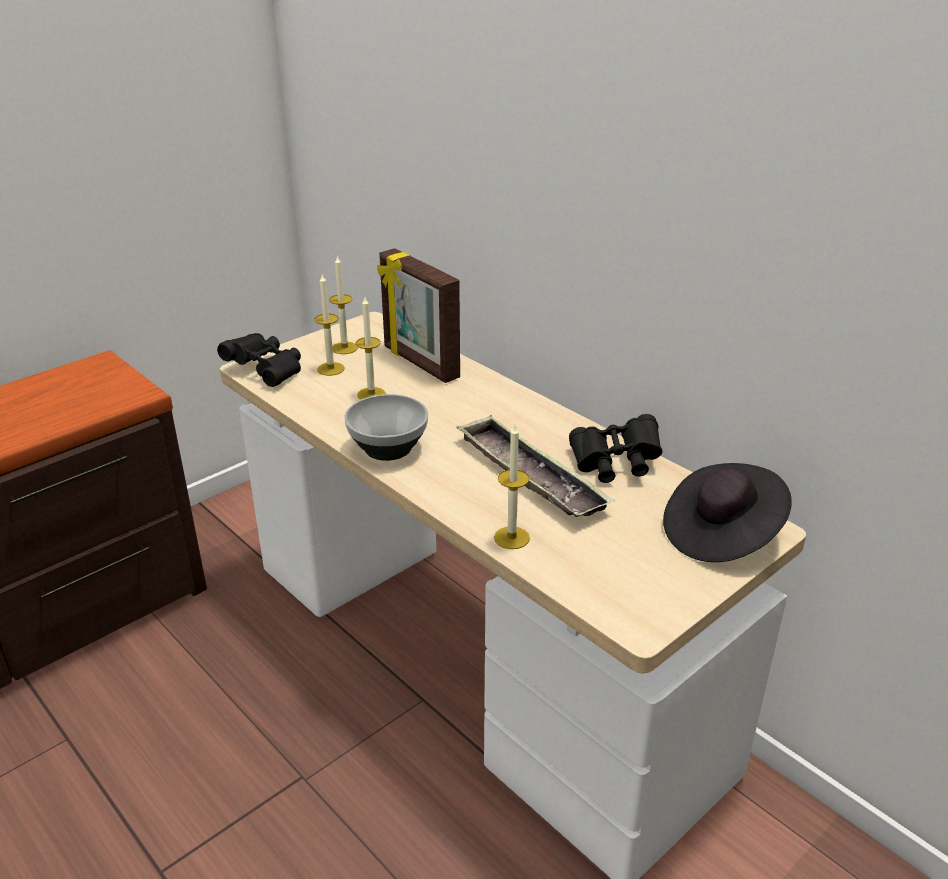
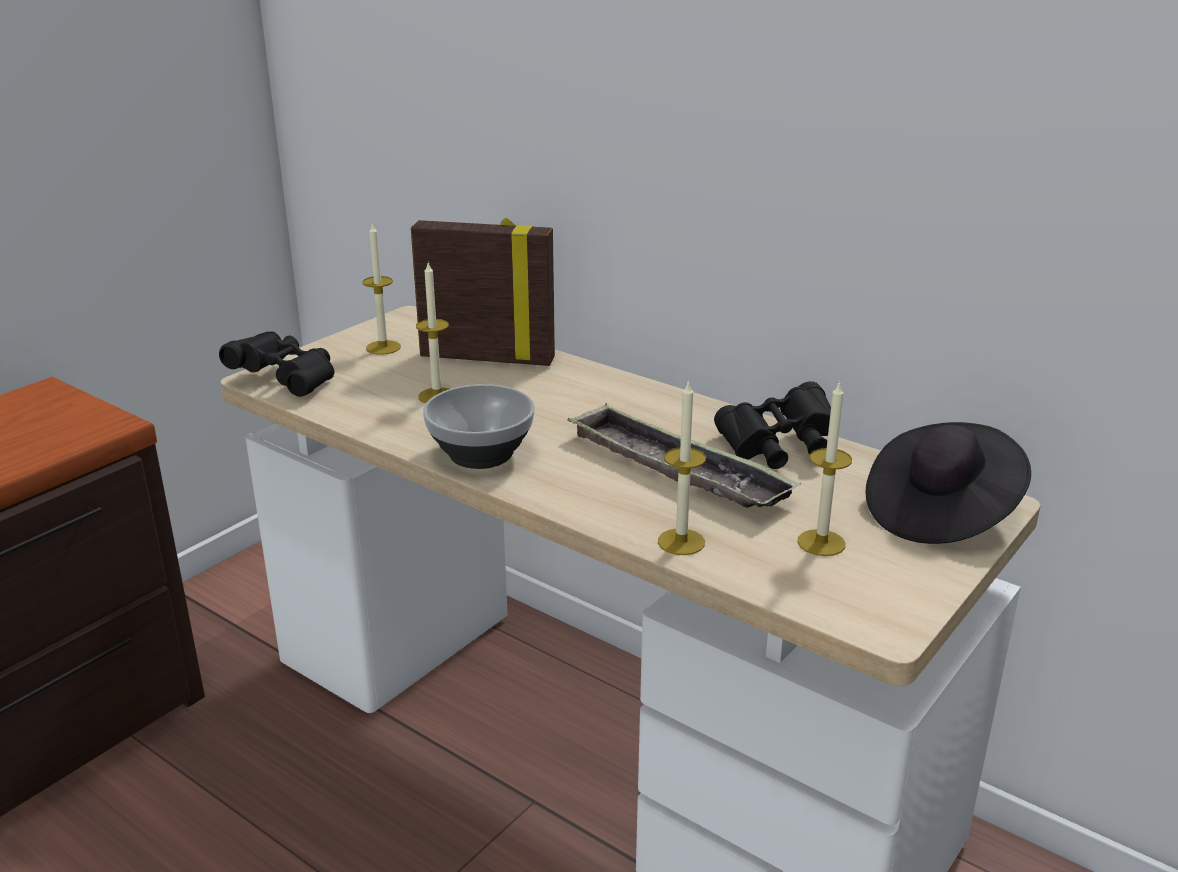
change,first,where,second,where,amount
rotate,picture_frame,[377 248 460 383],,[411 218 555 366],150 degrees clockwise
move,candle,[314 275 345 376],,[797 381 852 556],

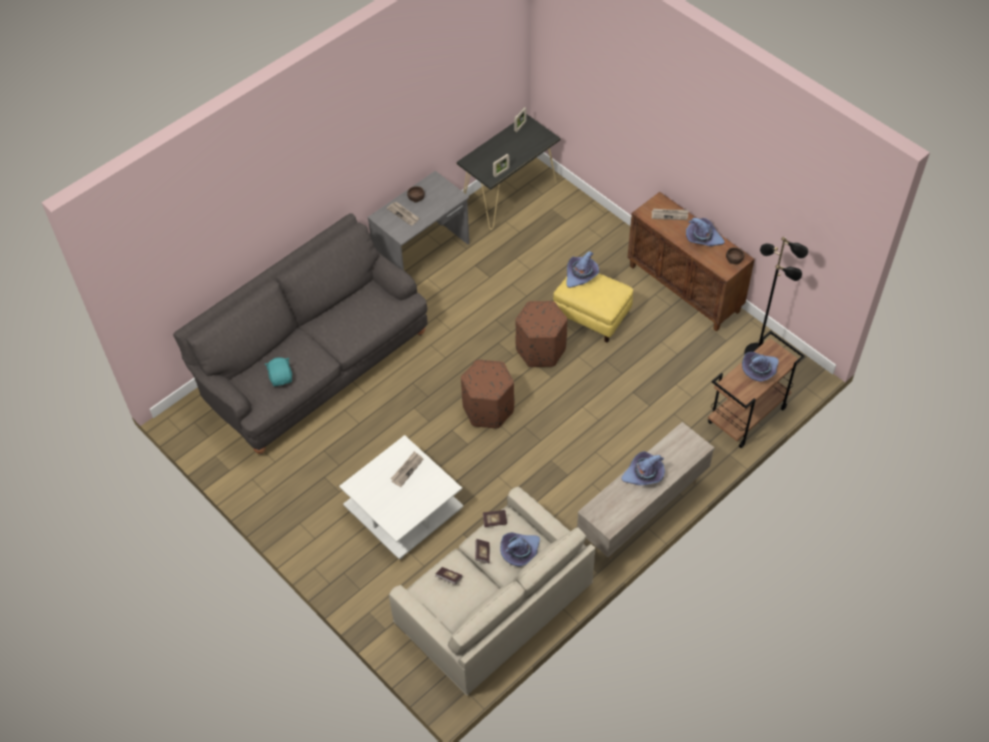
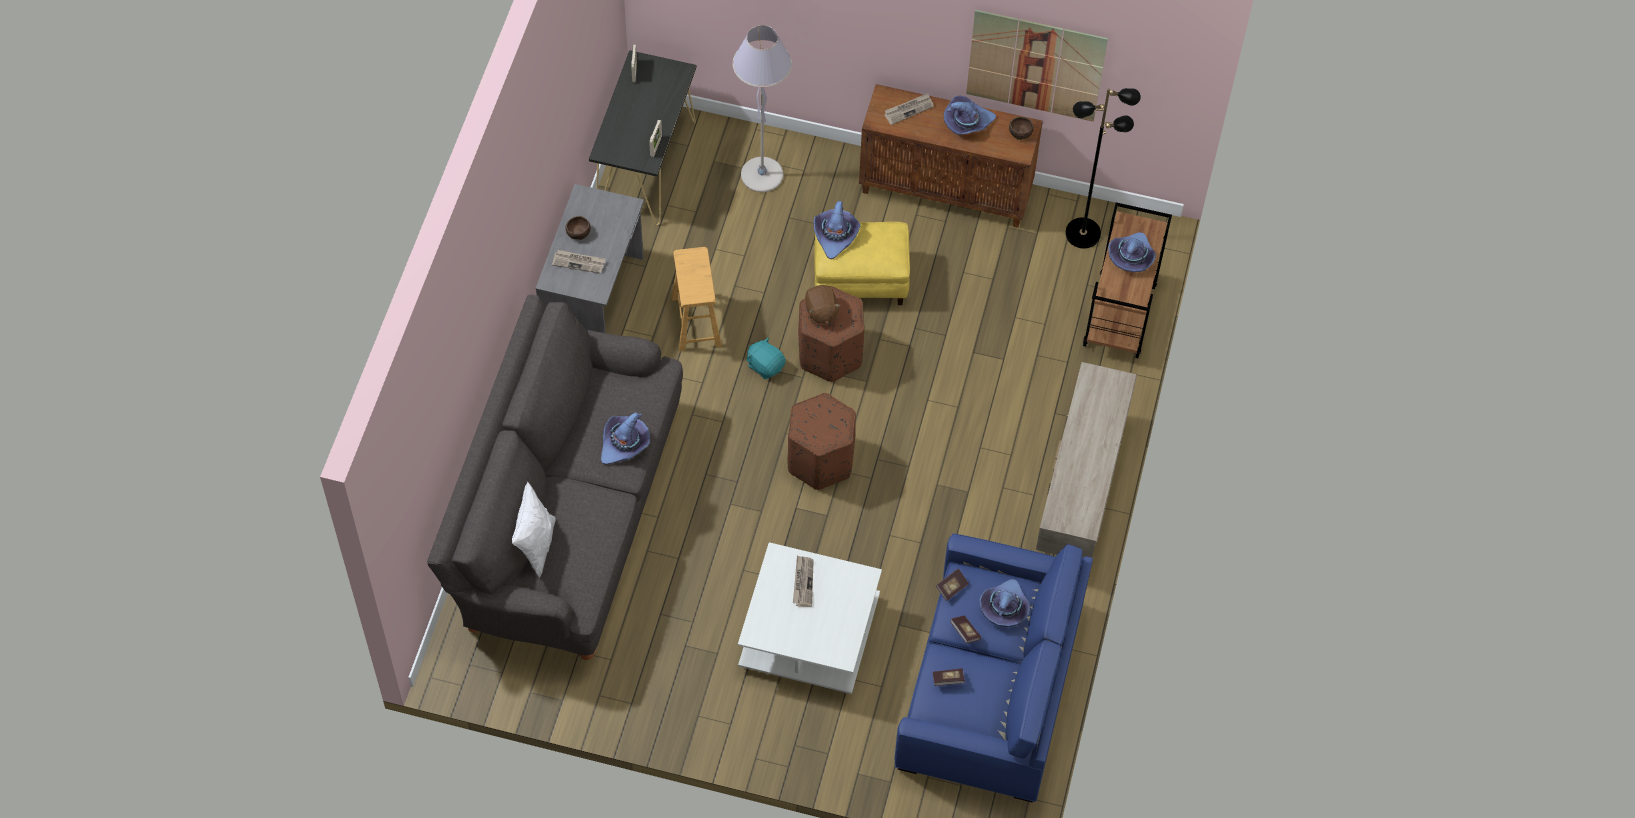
change,first,where,second,where,amount
insert,,,white_pillow,[512 482 556 577],
move,purple_hat,[622 451 665 485],,[601 412 650 465],
insert,,,brown_stool,[671 247 722 351],
insert,,,grey_floor_lamp,[733 25 792 192],
move,turquoise_plush_toy,[265 357 292 386],,[746 337 786 379],
insert,,,brown_plush_toy,[805 285 841 324],
recolor,beige_sofa,[389 486 595 695],blue_sofa,[895 534 1093 802],
insert,,,picture,[966 10 1108 122],

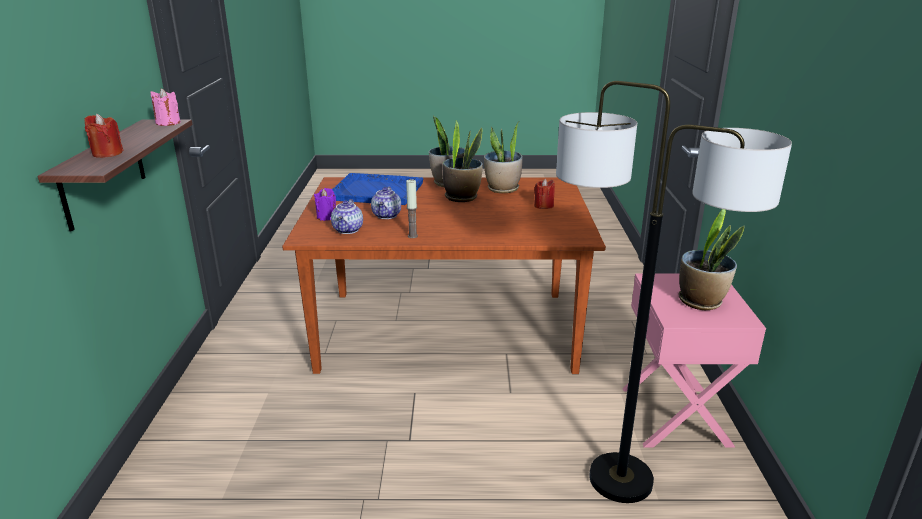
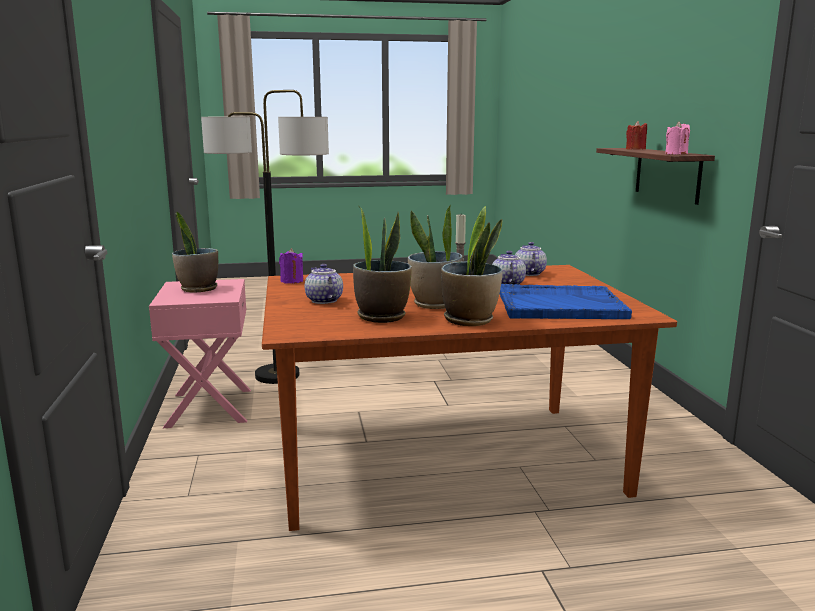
change,first,where,second,where,amount
move,purple_candle,[314 188 336 221],,[279 248 303 284],
replace,red_candle,[534 178 555 209],teapot,[305 264 343 304],

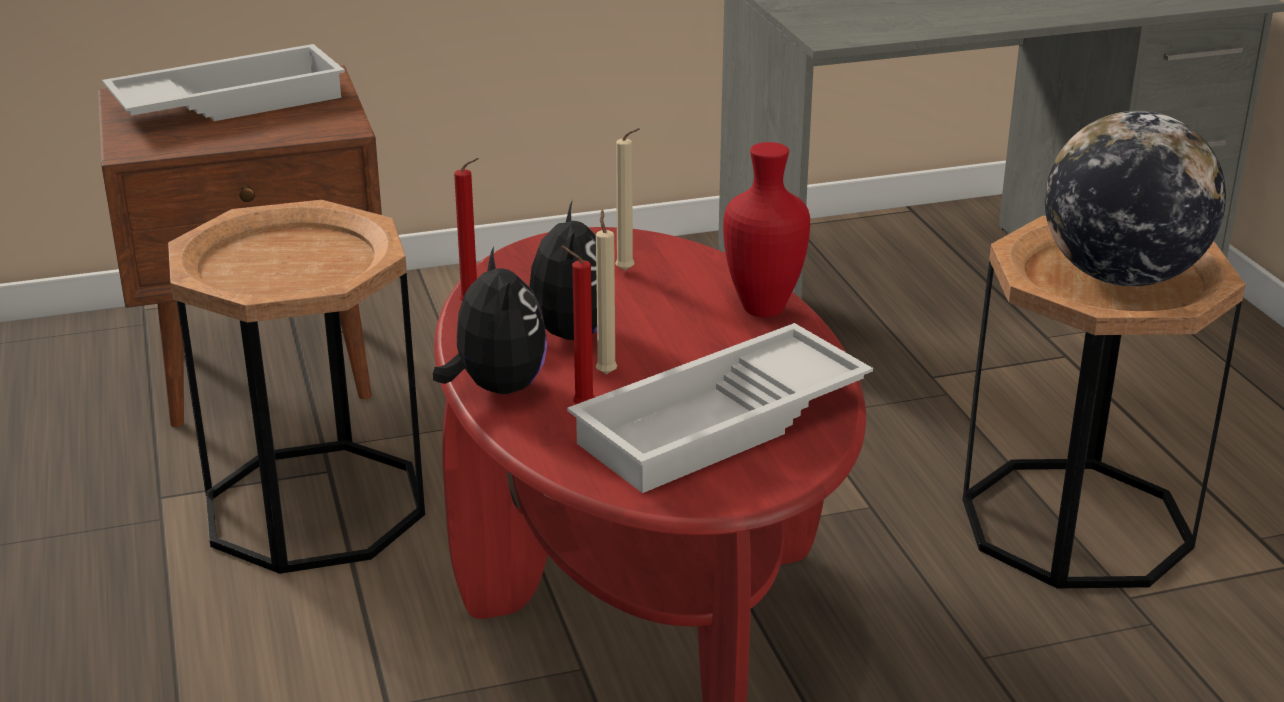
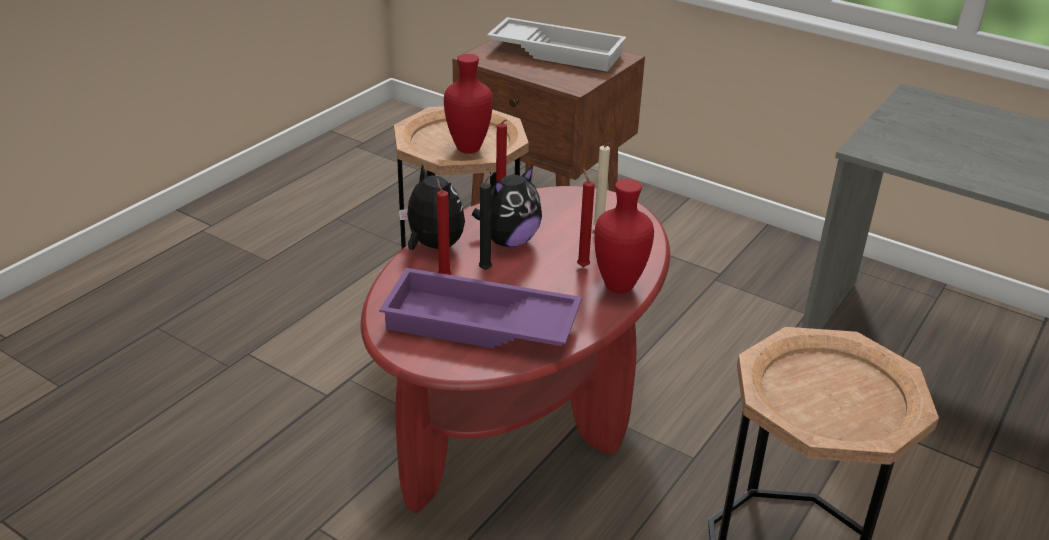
change,first,where,second,where,amount
recolor,white_tray,[567 323 873 493],purple_tray,[379 268 582 349],
rotate,plush_toy,[433 246 547 394],,[399 164 465 250],75 degrees counterclockwise
insert,,,red_vase,[444 54 493 154],
recolor,beige_candle,[596 210 617 374],black_candle,[479 172 494 270],
insert,,,red_candle,[577 169 595 267],
delete,globe,[1045 111 1226 286],,,

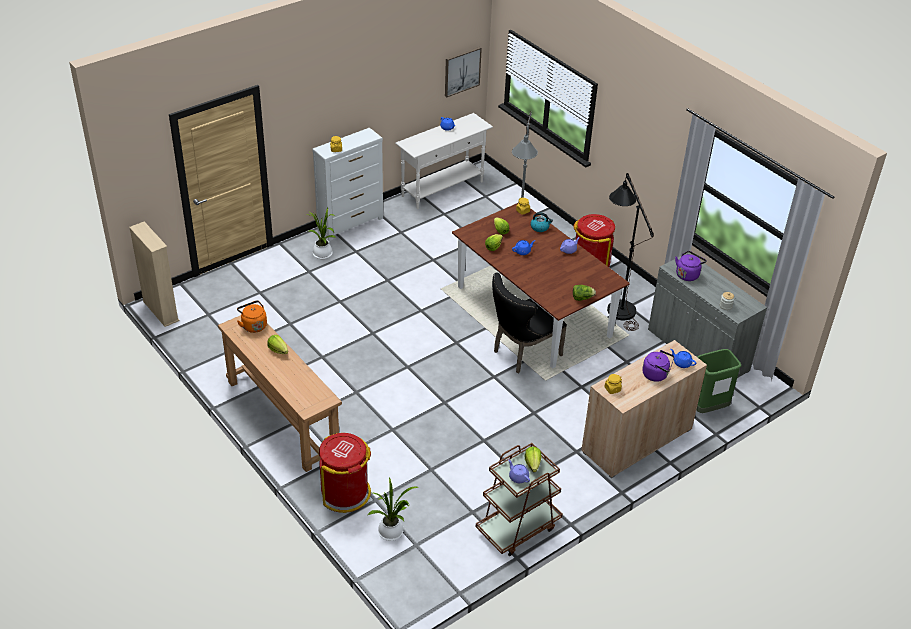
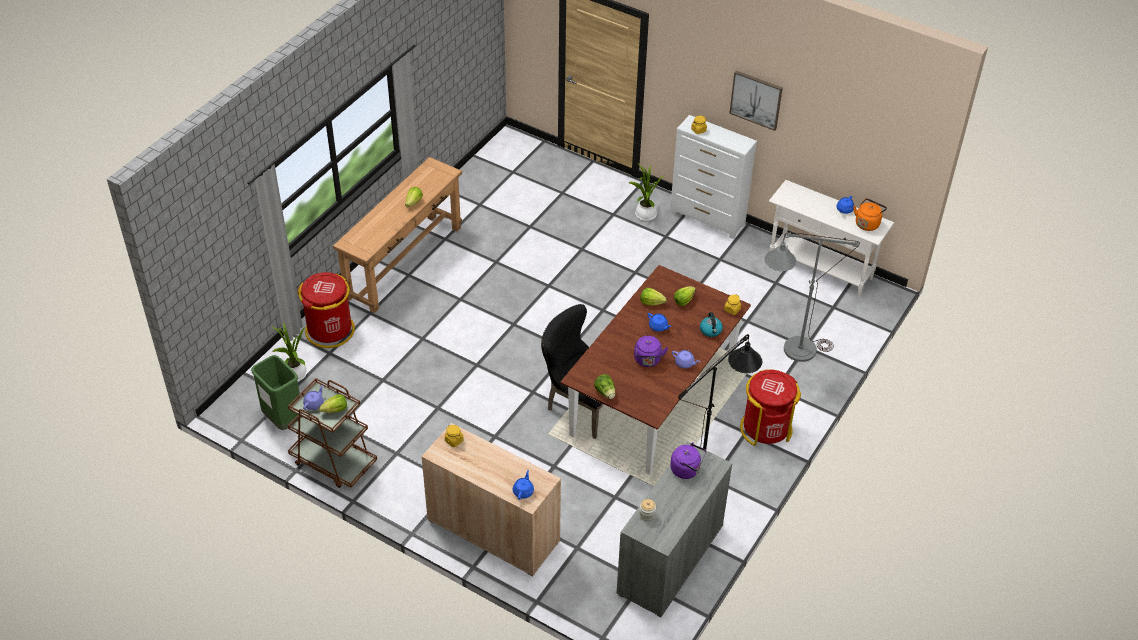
change,first,where,second,where,amount
move,green_trash_can,[696 349 741 413],,[251 355 300 430],
move,purple_kettle,[642 350 674 382],,[634 336 668 367],
move,picture,[445 47 482 97],,[729 71 783 131],
move,orange_kettle,[237 300 267 333],,[853 198 887 231],
delete,beige_bookcase,[129 222 179 327],,,

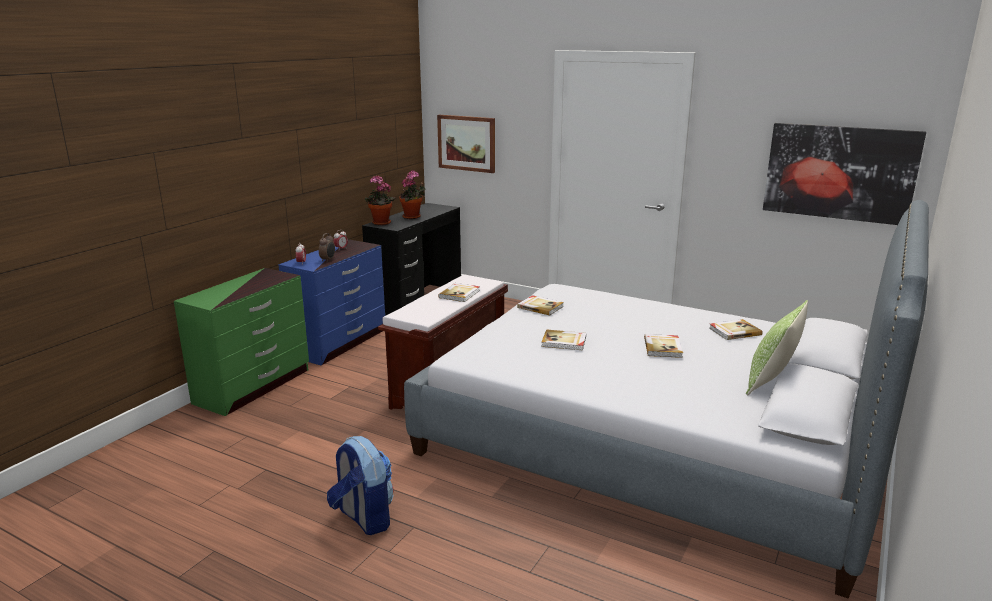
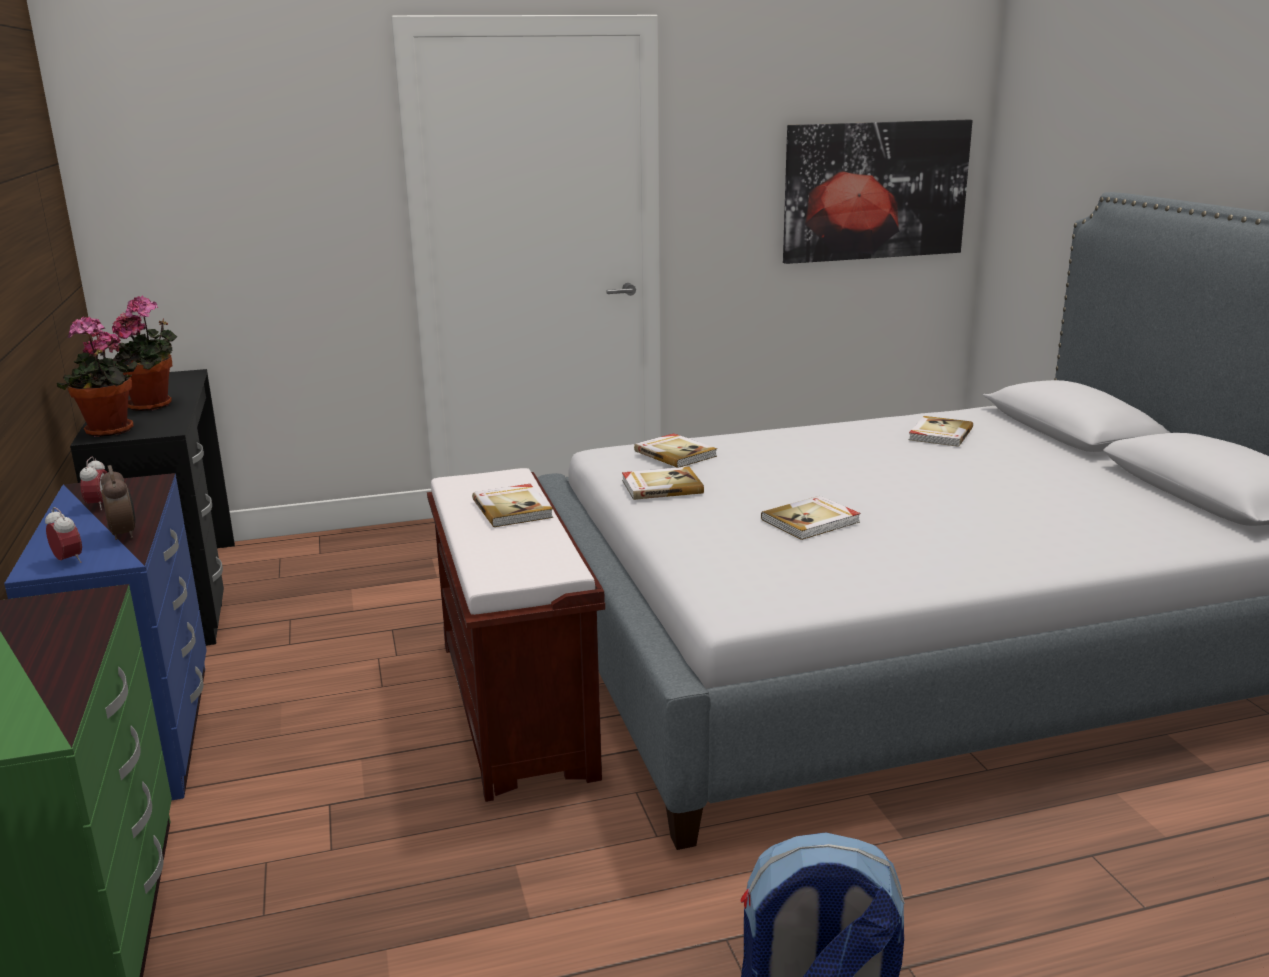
change,first,where,second,where,amount
move,book,[644 334 683 358],,[634 433 717 468],
delete,picture,[437 115 495 173],,,
delete,pillow,[746 300 808 395],,,

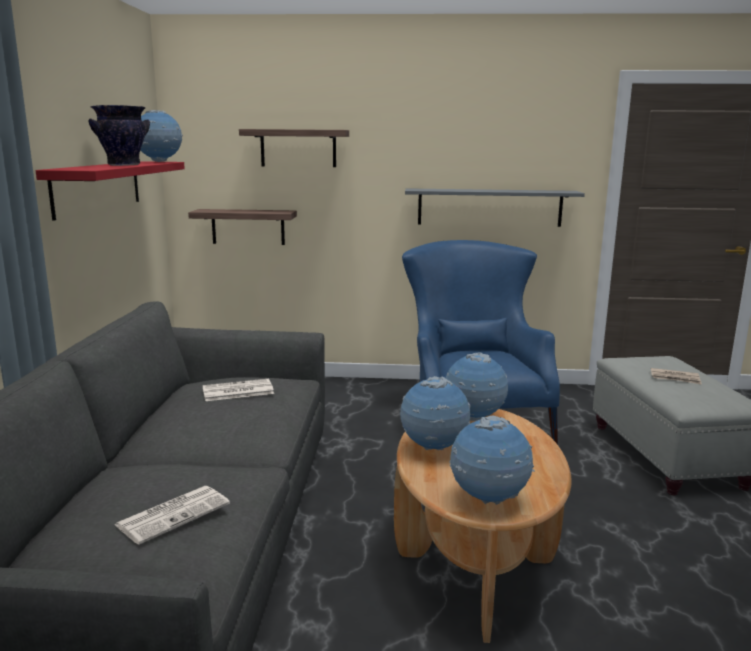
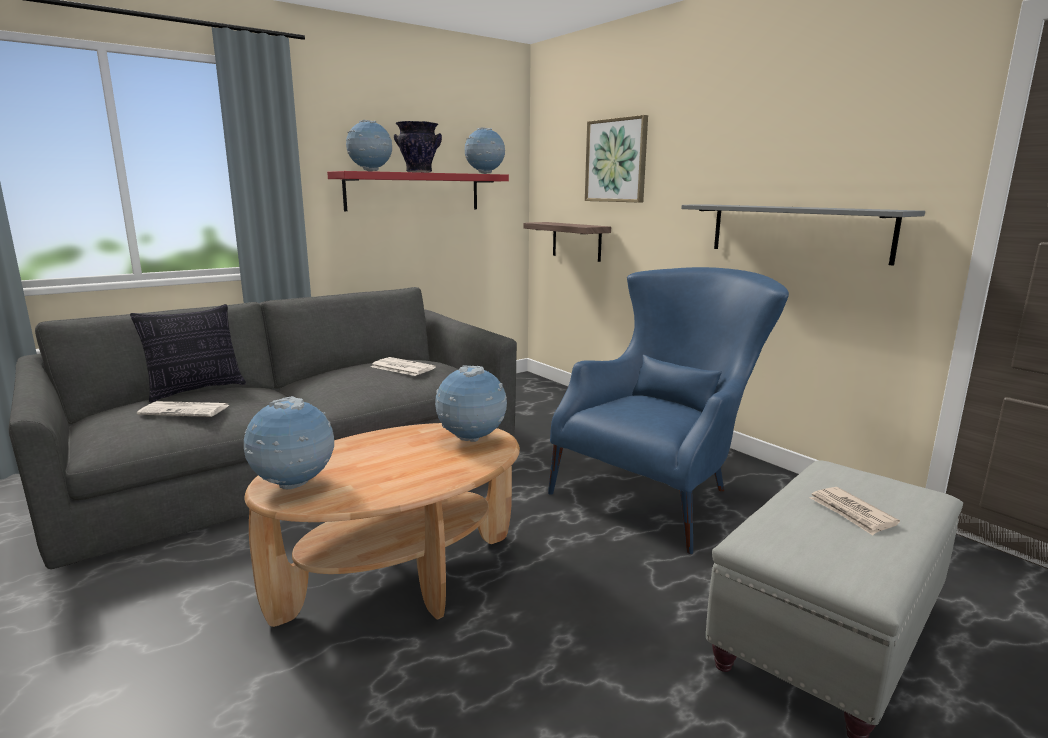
change,first,where,second,where,amount
insert,,,pillow,[130 304 246 403],
move,globe,[400 376 470 450],,[346 120 392 171],
replace,shelf,[239 129 349 167],picture,[585 115 648 203],

